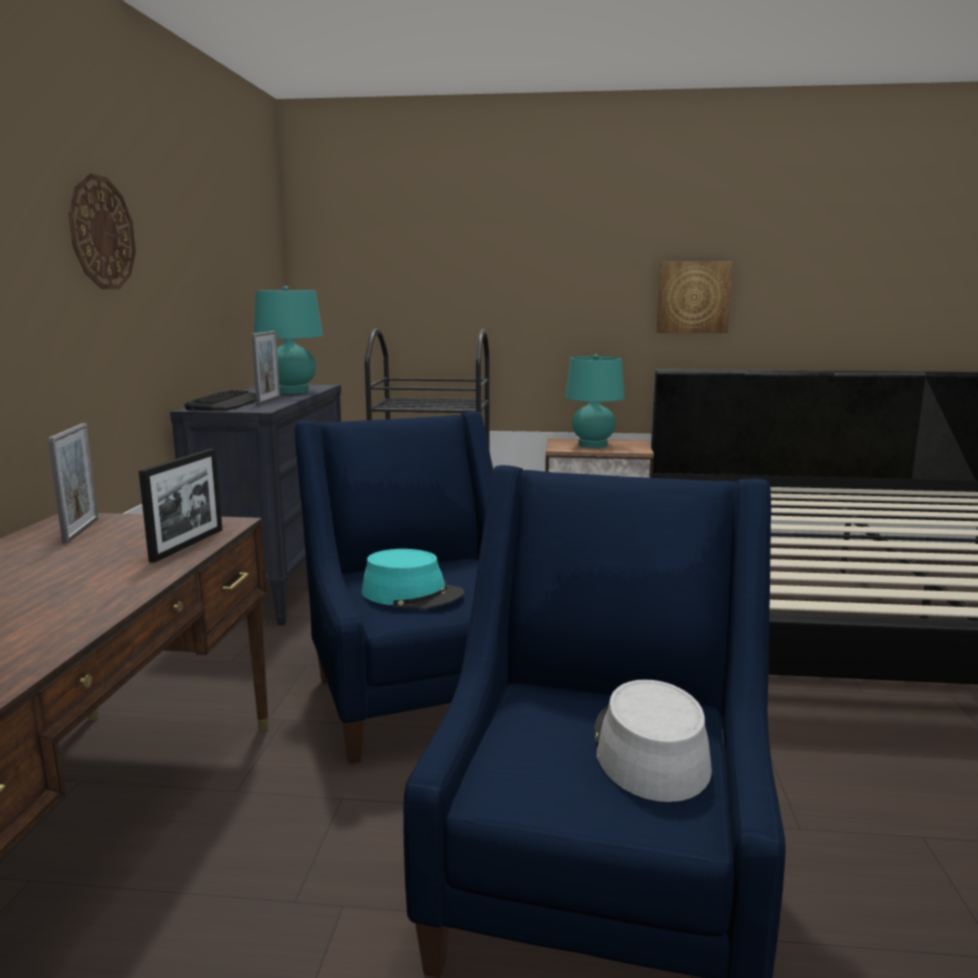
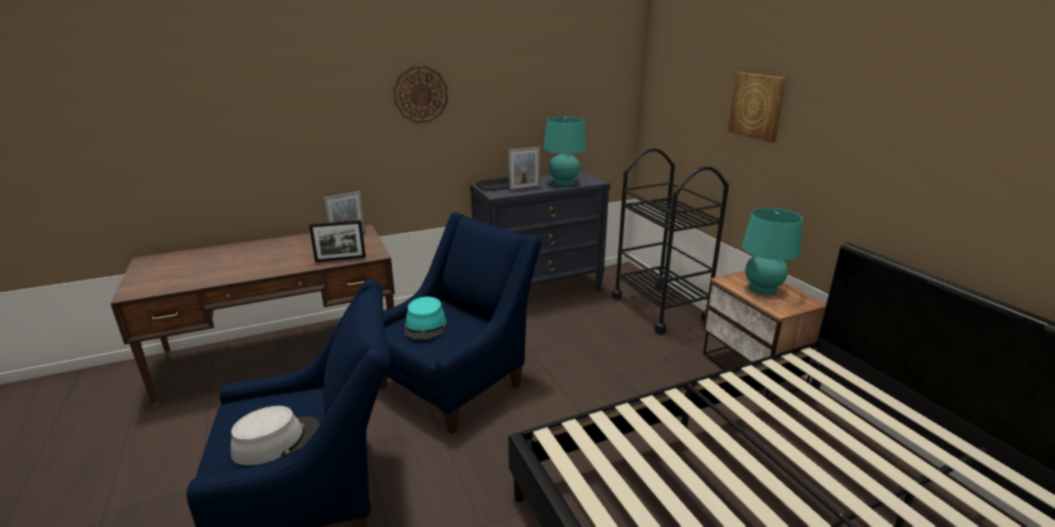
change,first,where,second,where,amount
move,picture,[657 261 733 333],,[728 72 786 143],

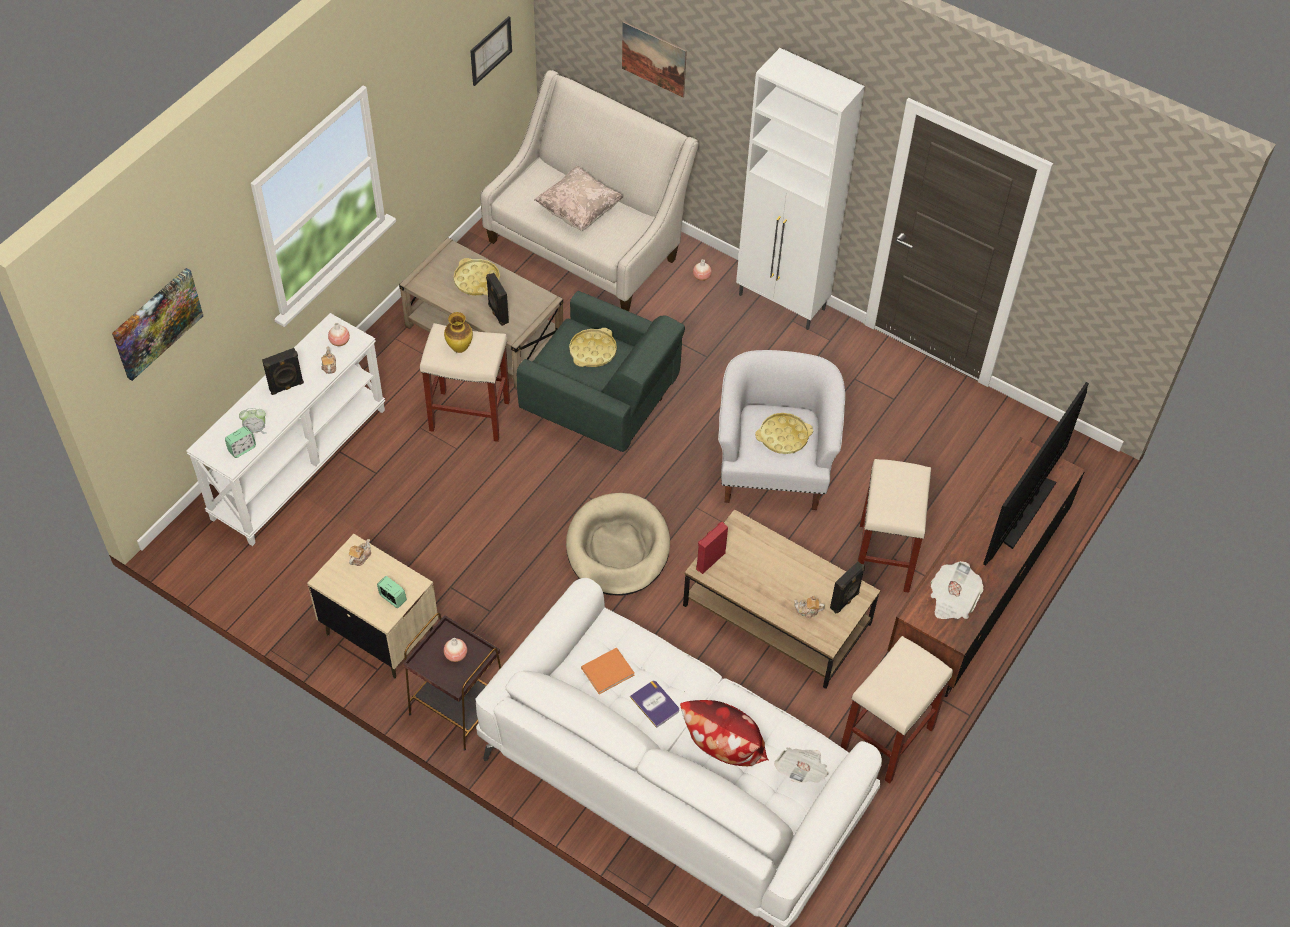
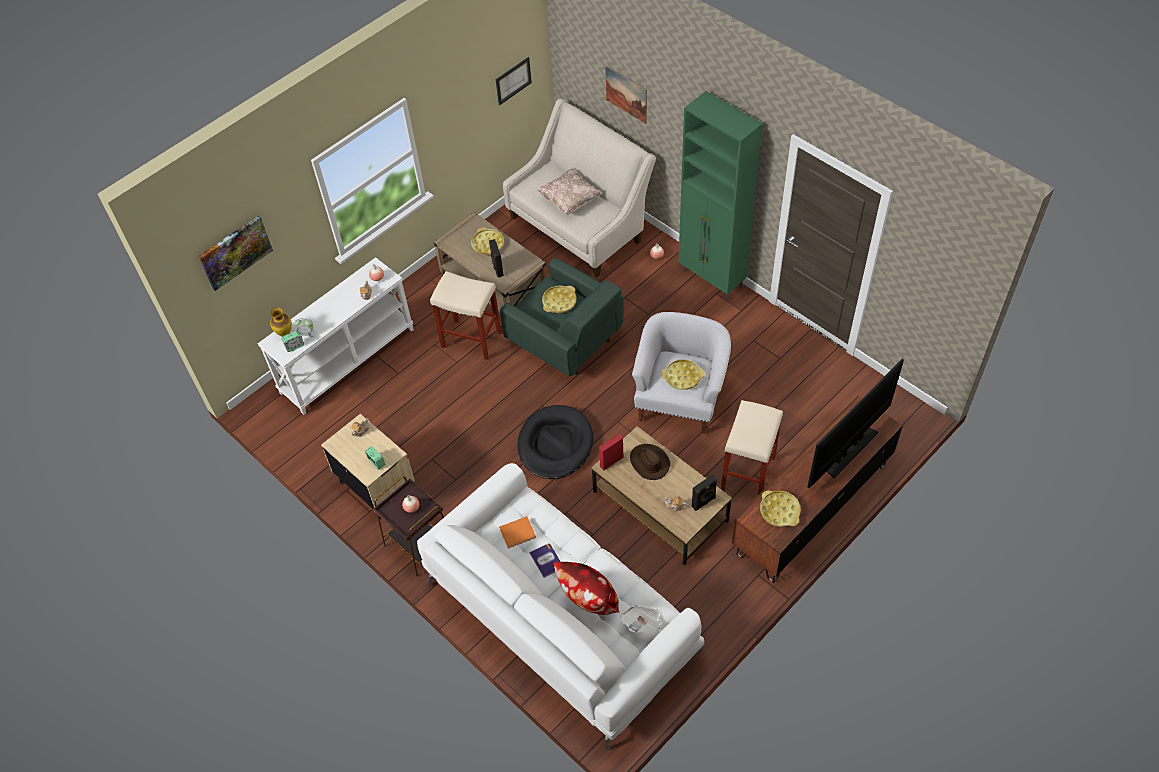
change,first,where,second,where,amount
move,vase,[444 312 473 353],,[270 308 292 337],
recolor,beige_dog_bed,[566 493 670 596],black_dog_bed,[518 405 593 479],
insert,,,brown_hat,[630 444 670 480],
recolor,white_cabinet,[736 48 865 330],green_cabinet,[678 91 763 302],
replace,newspaper,[930 561 983 619],yellow_tray,[760 490 801 527],
delete,black_speaker,[262 348 304 395],,,
delete,beige_stool,[840 636 953 784],,,

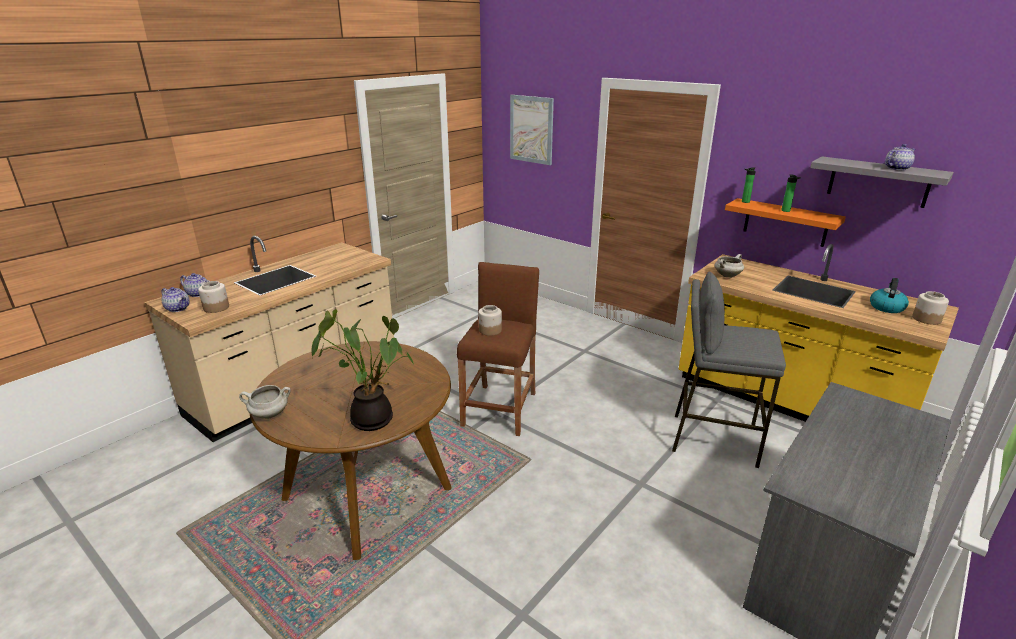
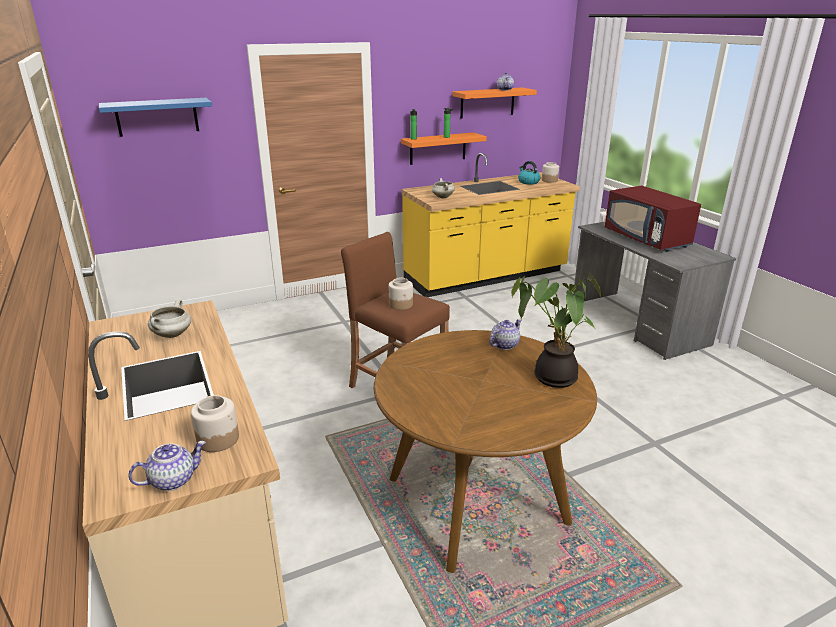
change,first,where,second,where,amount
replace,picture,[510 95 554 165],blue_shelf,[99 98 212 137],
move,white_cooking_pot,[239 385 291 419],,[148 299 191 338],
recolor,grey_shelf,[810 156 954 208],orange_shelf,[452 88 537 118],
move,teapot,[180 273 209 297],,[489 319 522 350],
insert,,,red_microwave,[605 186 701 252],
delete,grey_stool,[672 272 786 468],,,

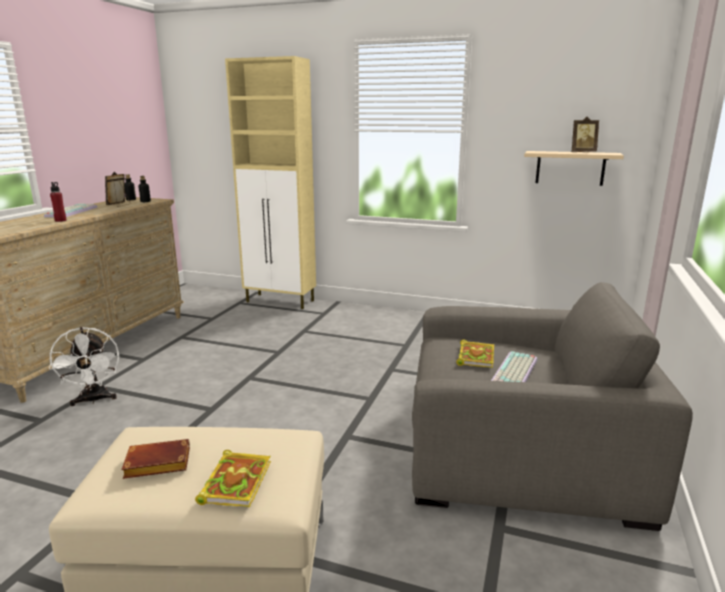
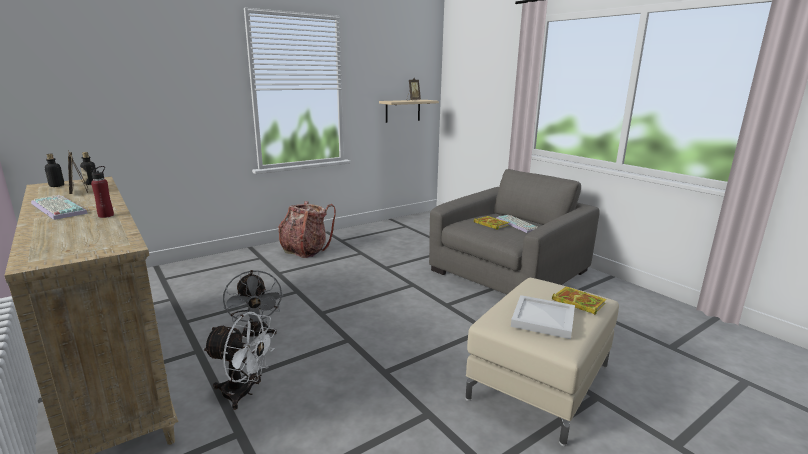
change,first,where,second,where,amount
insert,,,grey_fan,[223 270 283 337],
insert,,,backpack,[278 201 336 258],
replace,brown_book,[121 439 190 479],white_tray,[511 295 575 339],
delete,beige_cabinet,[225 56 316 309],,,

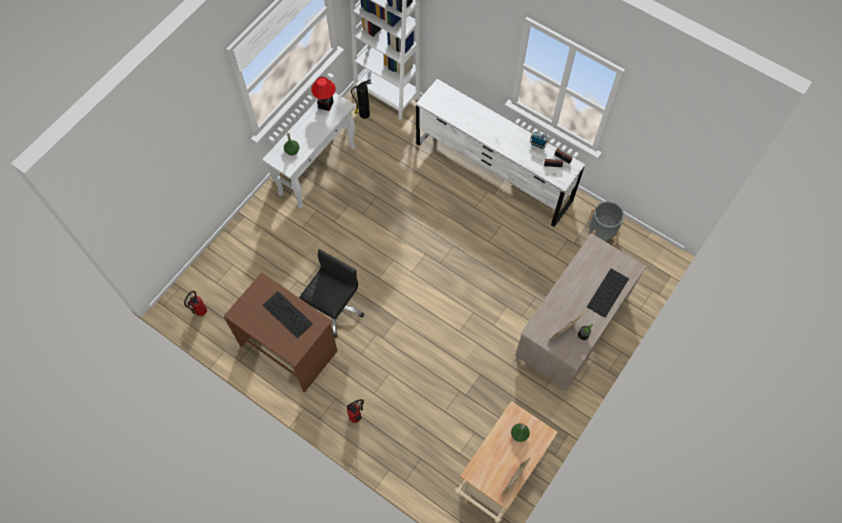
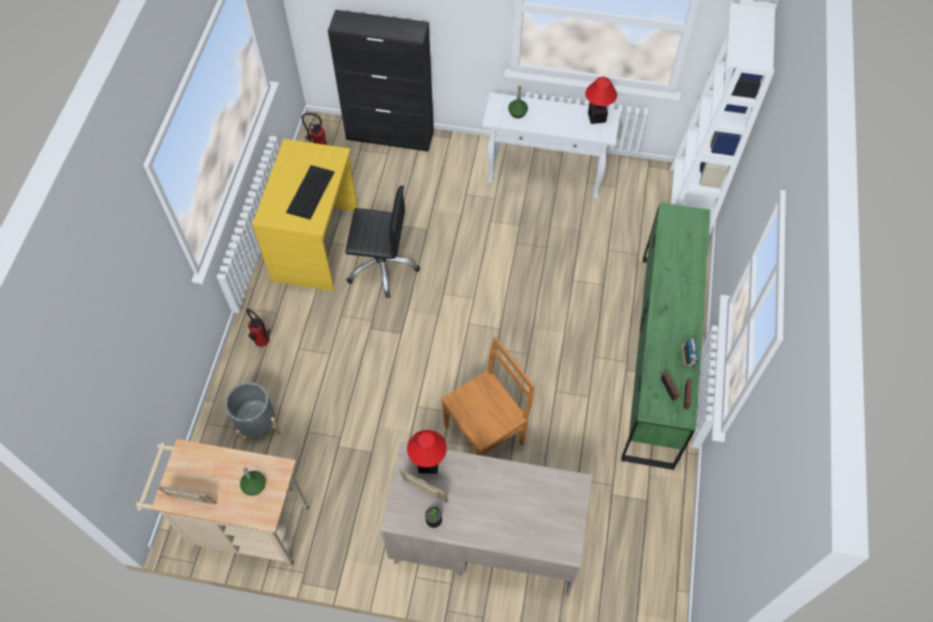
change,first,where,second,where,amount
move,grey_planter,[588 201 624 245],,[225 382 281 448],
recolor,brown_desk,[224 272 338 393],yellow_desk,[252 139 358 291],
insert,,,black_cabinet,[328 10 434 152],
insert,,,table_lamp,[407 430 447 474],
insert,,,brown_chair,[441 337 535 456],
recolor,white_dresser,[416 79 585 227],green_dresser,[621 202 711 470],
delete,fire_extinguisher,[351 79 371 119],,,
delete,keyboard,[587 269 629 318],,,

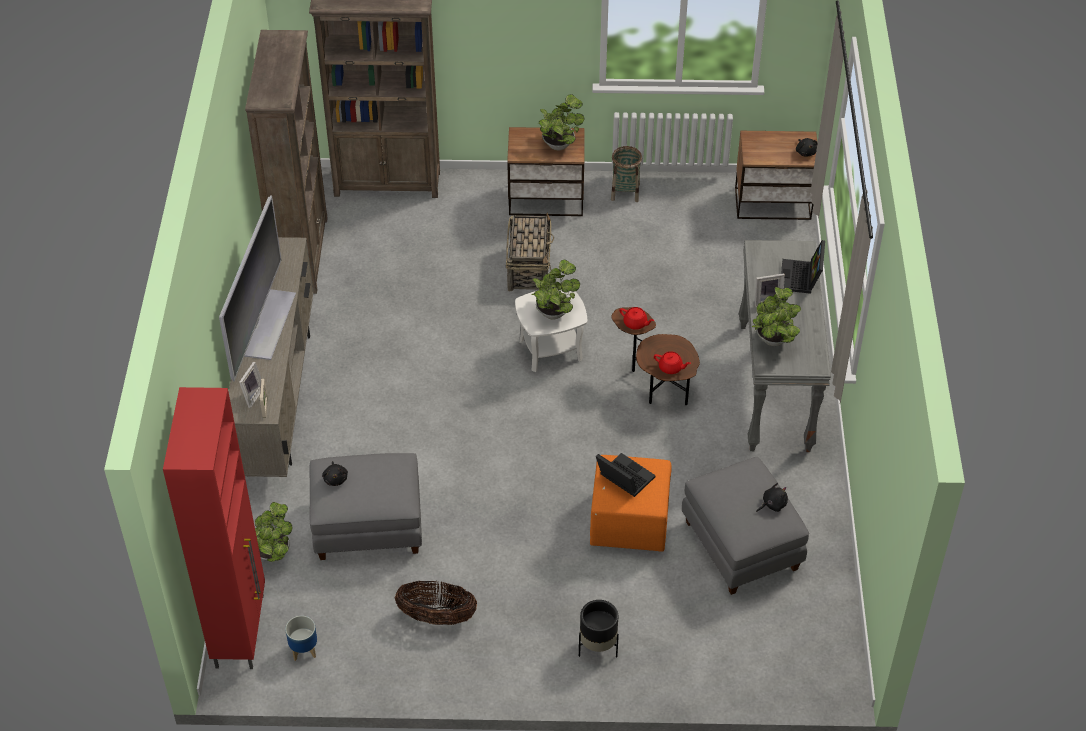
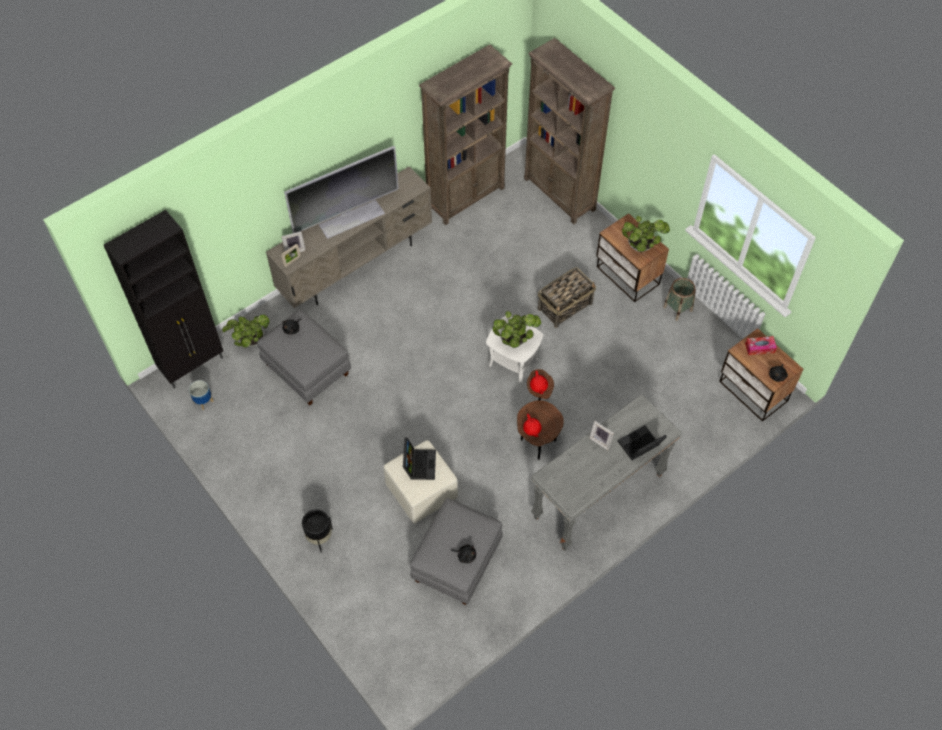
change,first,where,second,where,amount
recolor,red_cabinet,[163 387 265 669],black_cabinet,[104 210 223 389],
recolor,orange_ottoman,[590 455 672 552],beige_ottoman,[384 440 458 524],
insert,,,tissue_box,[745 336 777 355],
delete,basket,[395 581 477 625],,,
delete,potted_plant,[752 287 801 346],,,

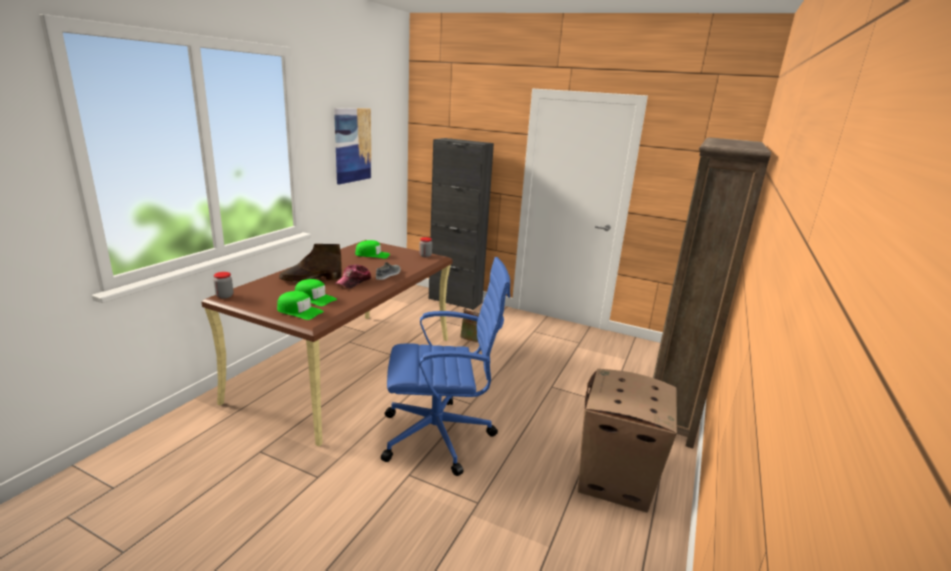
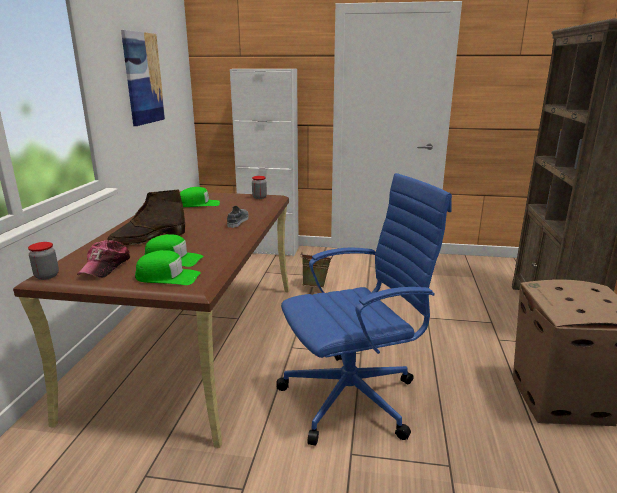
change,first,where,second,where,amount
move,cap,[335 265 371 288],,[77 240 130 277],
recolor,black_cabinet,[429 138 494 310],white_cabinet,[230 69 299 256],

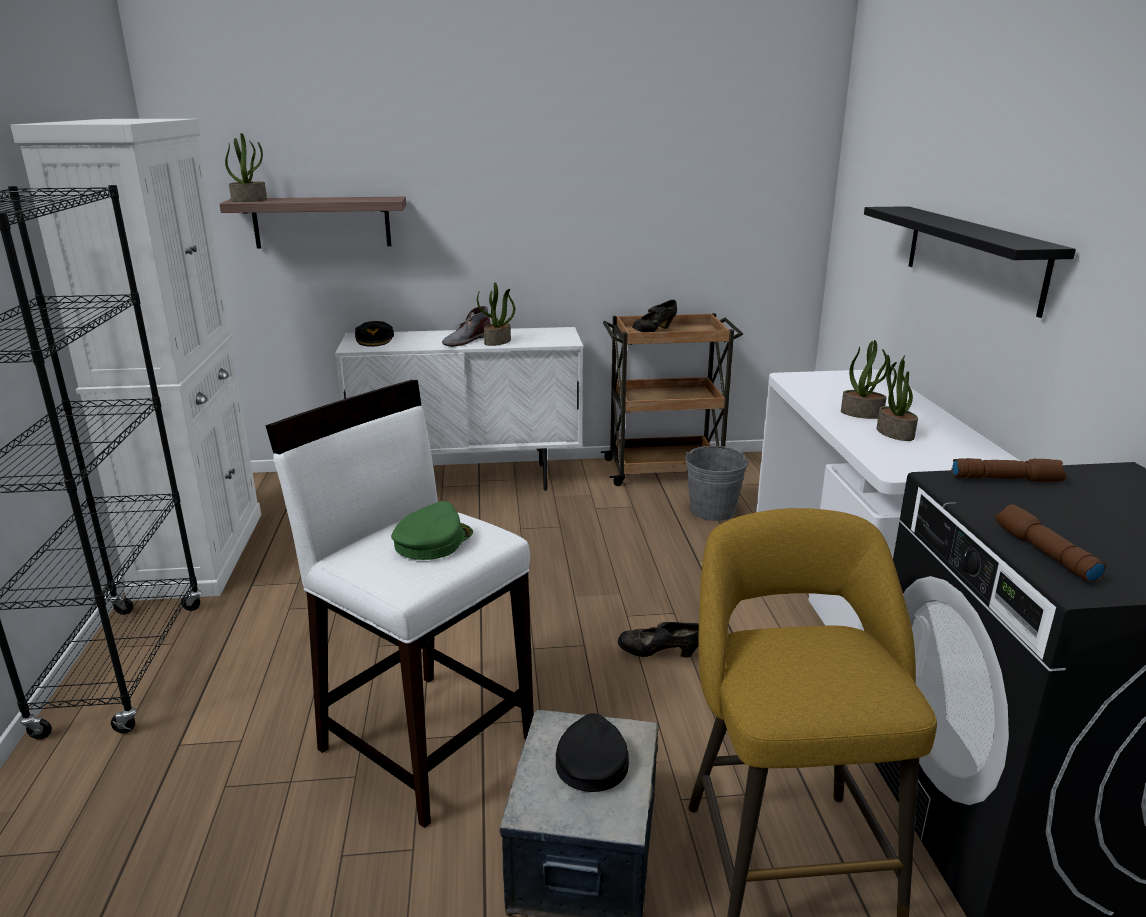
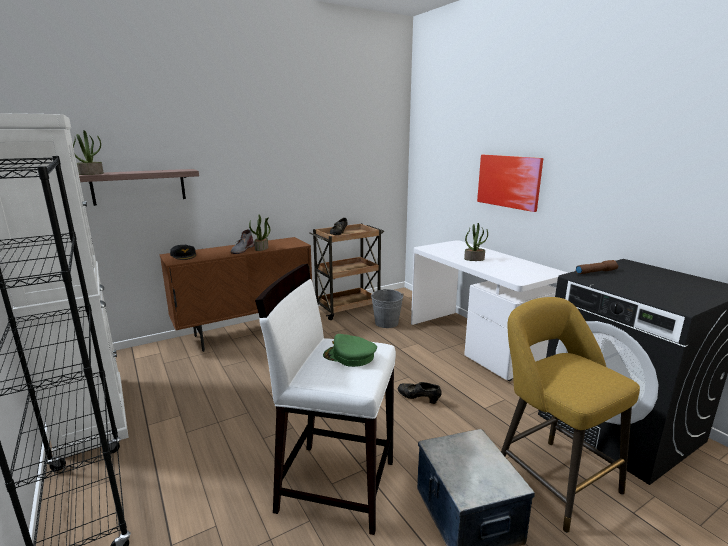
change,first,where,second,where,amount
recolor,white_cabinet,[335 327 583 491],brown_cabinet,[160 237 312 352],
rotate,green_cap,[391 501 473 560],,[323 334 377 367],75 degrees counterclockwise
rotate,black_shoe,[618 622 699 658],,[398 382 442 404],45 degrees clockwise
replace,black_shelf,[864 206 1076 318],picture,[477 155 543 212],
delete,black_cap,[556 713 629 792],,,
delete,potted_plant,[877 355 918 441],,,
delete,brown_flashlight,[996 505 1106 582],,,

